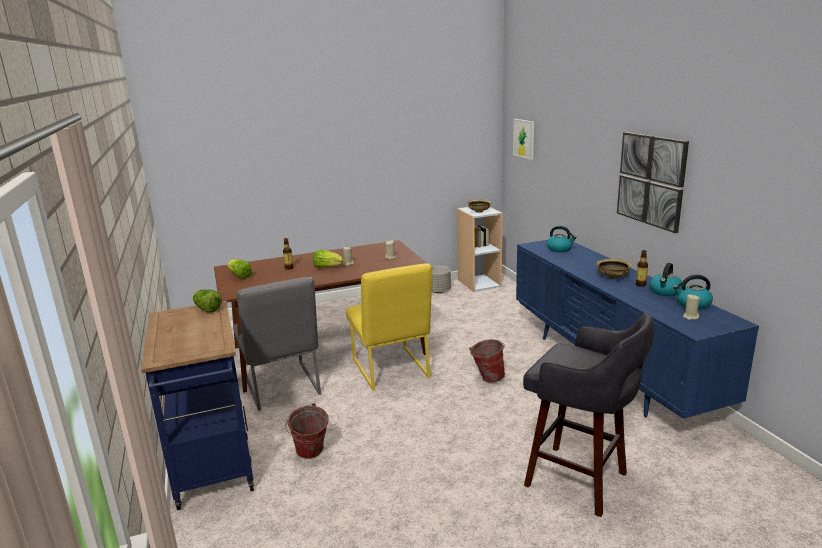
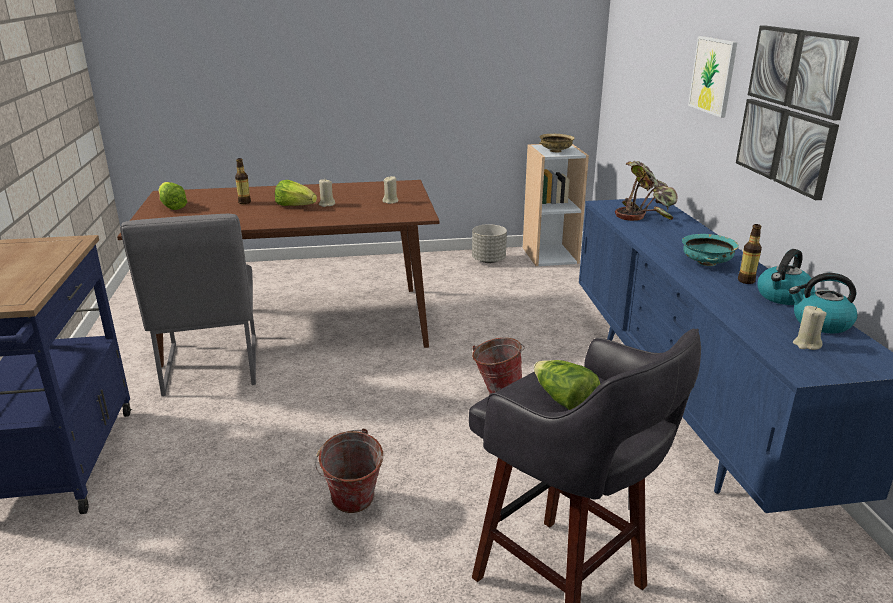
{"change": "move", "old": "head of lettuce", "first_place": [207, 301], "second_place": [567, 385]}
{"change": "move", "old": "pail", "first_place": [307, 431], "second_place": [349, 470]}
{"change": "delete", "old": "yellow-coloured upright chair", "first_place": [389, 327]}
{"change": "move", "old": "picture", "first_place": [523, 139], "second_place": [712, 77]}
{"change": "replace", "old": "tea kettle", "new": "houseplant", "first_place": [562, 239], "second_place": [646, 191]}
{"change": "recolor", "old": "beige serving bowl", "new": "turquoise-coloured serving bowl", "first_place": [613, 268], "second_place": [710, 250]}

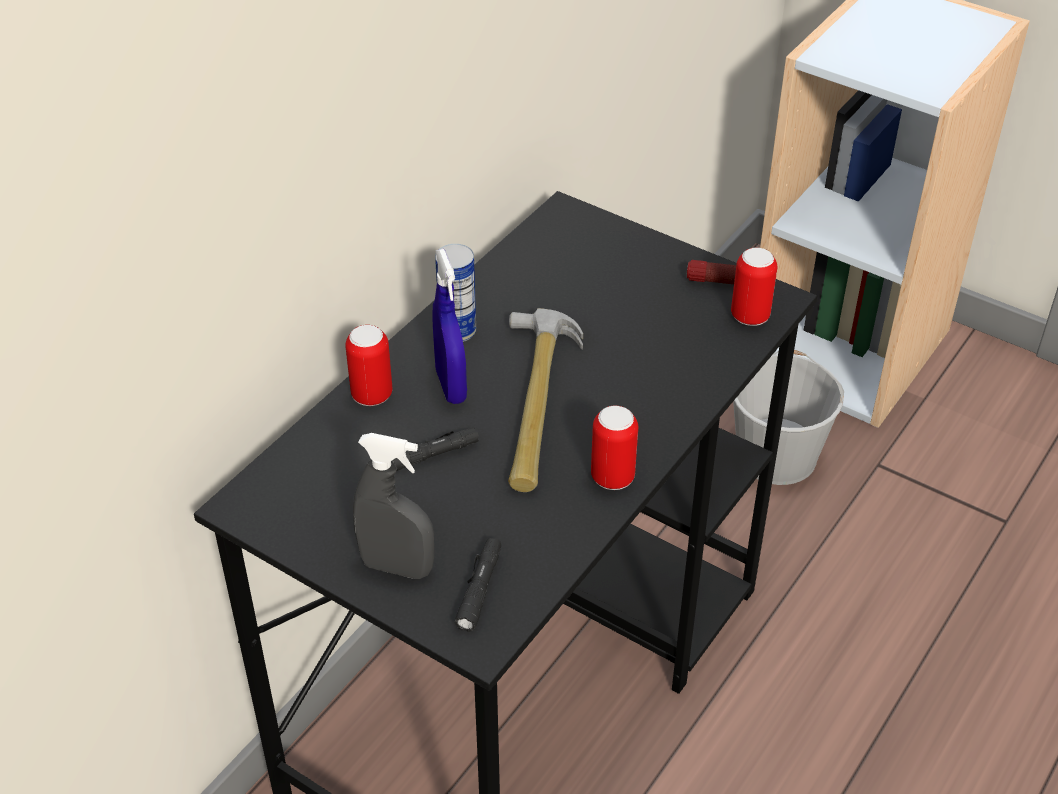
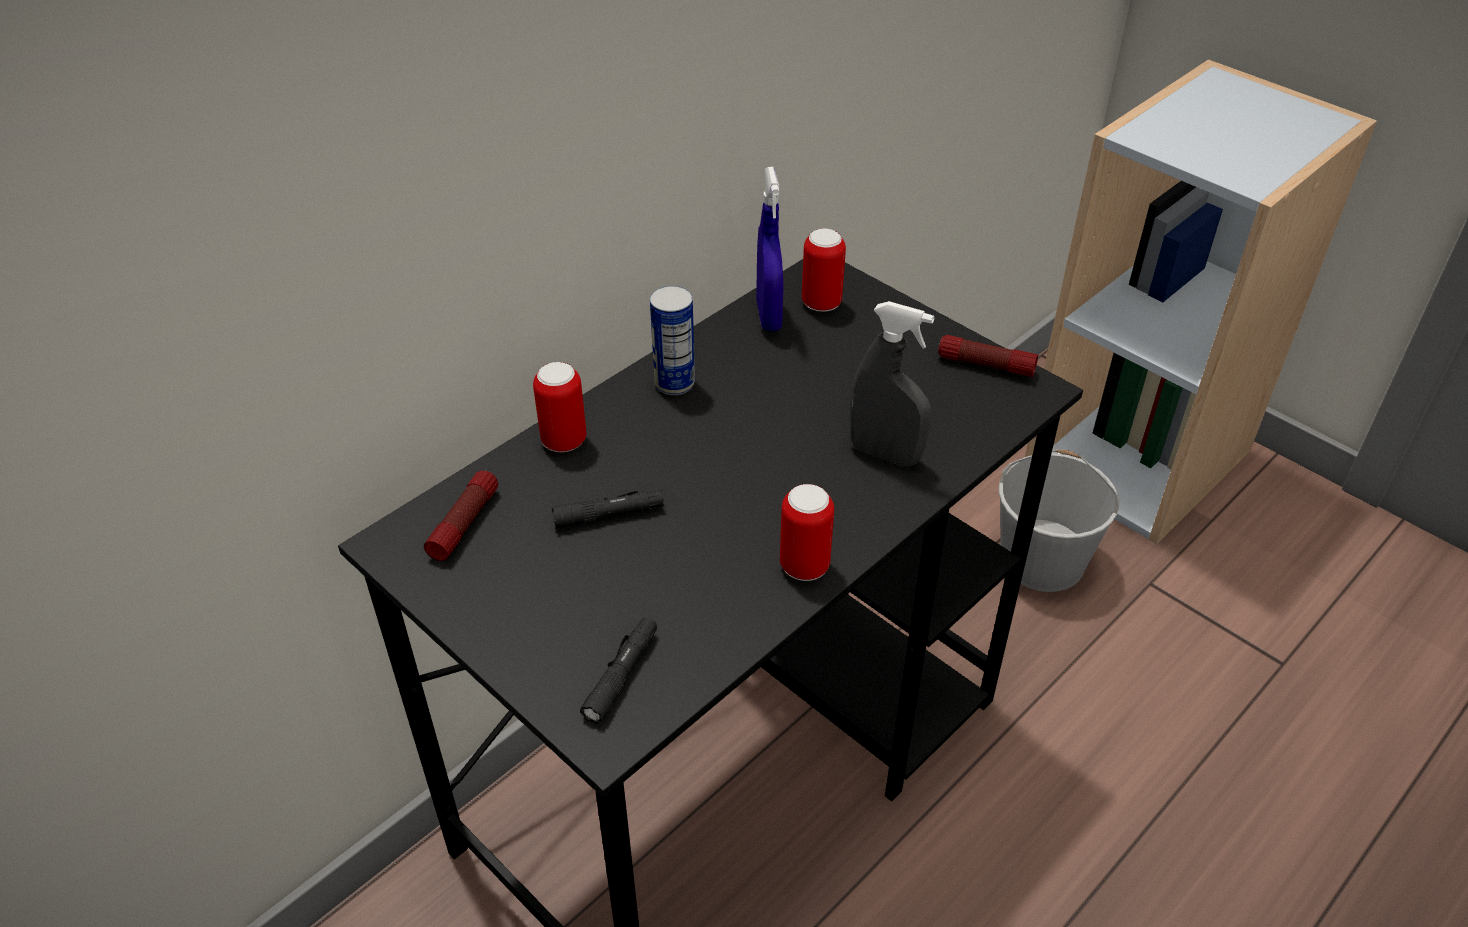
{"change": "move", "old": "gray hand sprayer", "first_place": [393, 506], "second_place": [892, 384]}
{"change": "move", "old": "bluish hand sprayer", "first_place": [449, 326], "second_place": [769, 249]}
{"change": "delete", "old": "hand hammer", "first_place": [545, 400]}
{"change": "move", "old": "sealed can", "first_place": [754, 287], "second_place": [824, 270]}
{"change": "insert", "new": "hand torch", "second_place": [461, 516]}

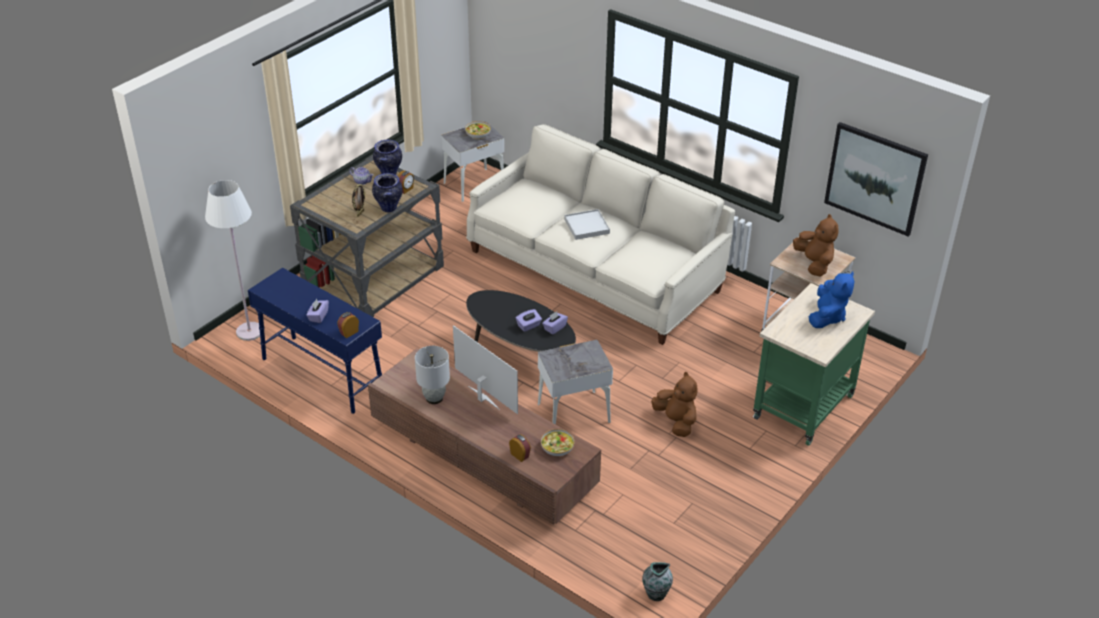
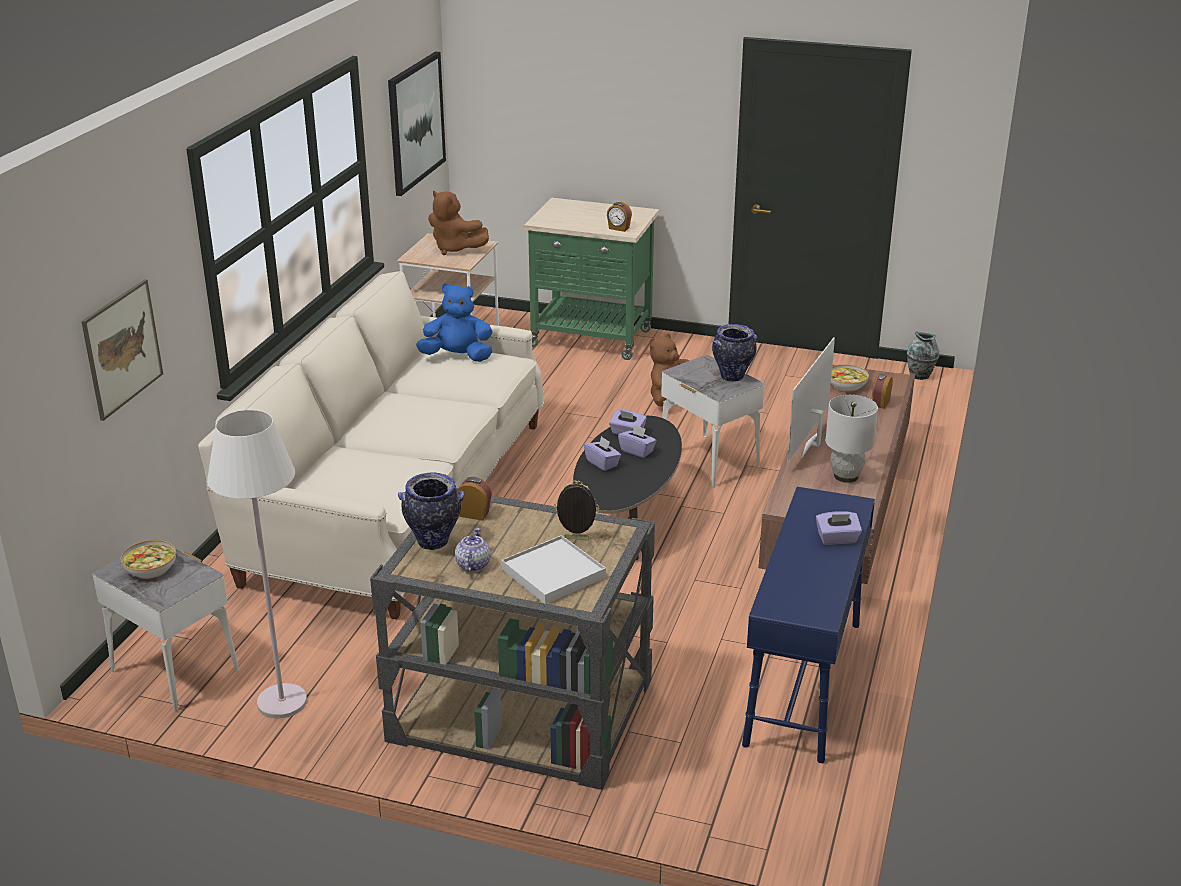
{"change": "move", "old": "white standard lamp", "first_place": [232, 260], "second_place": [257, 564]}
{"change": "move", "old": "table clock", "first_place": [348, 325], "second_place": [619, 217]}
{"change": "move", "old": "decorative vase", "first_place": [387, 192], "second_place": [734, 353]}
{"change": "move", "old": "white serving tray", "first_place": [587, 224], "second_place": [553, 569]}
{"change": "rotate", "old": "brown-coloured plush toy", "first_place": [816, 245], "second_place": [458, 223], "degrees": -105}
{"change": "move", "old": "bluish plush toy", "first_place": [831, 299], "second_place": [454, 322]}
{"change": "insert", "new": "picture", "second_place": [122, 350]}
{"change": "insert", "new": "purplish tissue holder", "second_place": [602, 453]}

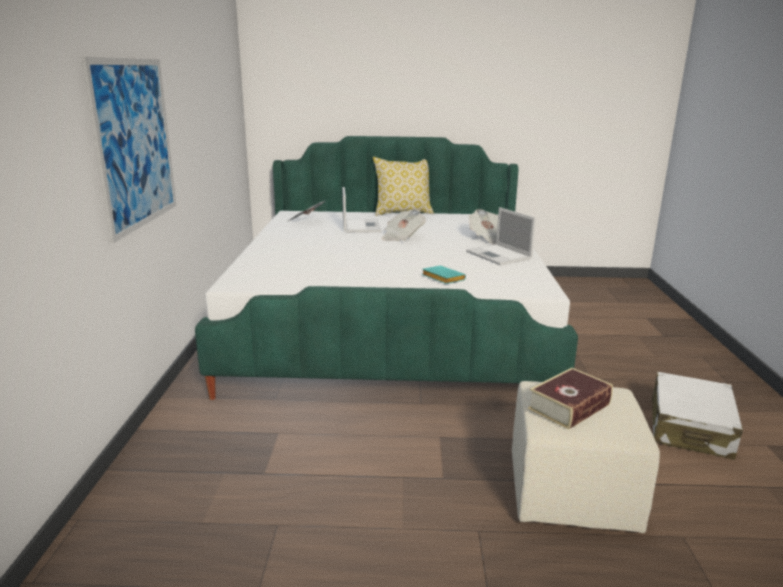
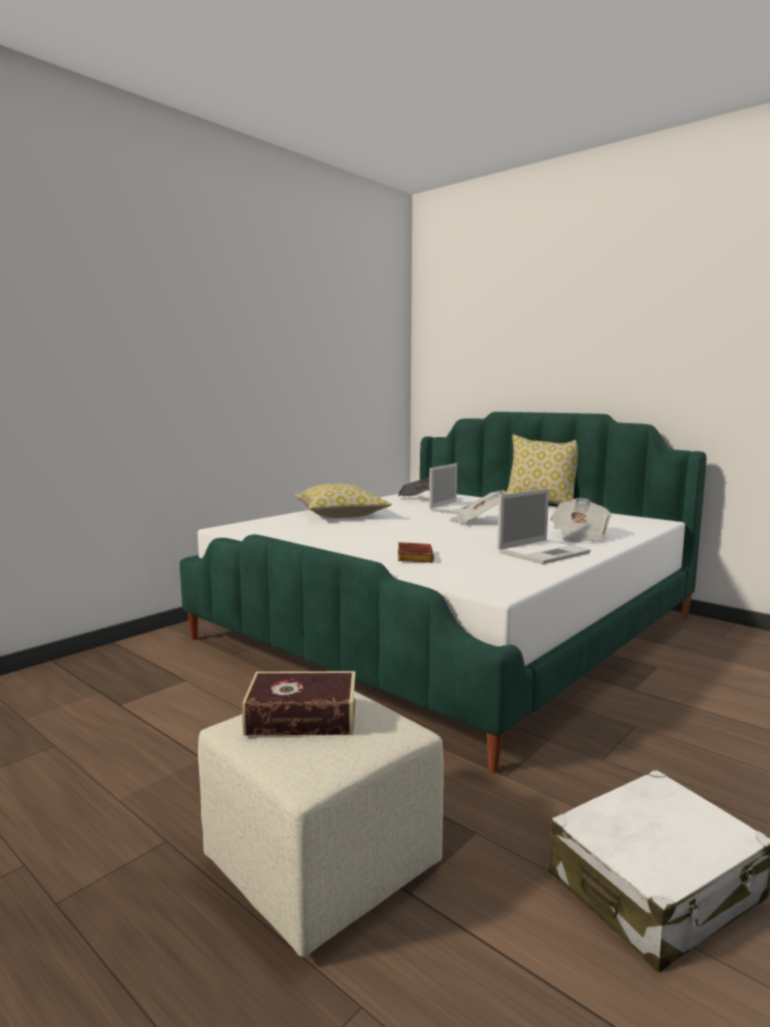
{"change": "delete", "old": "picture", "first_place": [129, 150]}
{"change": "recolor", "old": "turquoise-coloured bound book", "new": "brown-coloured bound book", "first_place": [444, 275], "second_place": [416, 552]}
{"change": "rotate", "old": "notebook computer", "first_place": [501, 236], "second_place": [544, 526], "degrees": -135}
{"change": "insert", "new": "cushion", "second_place": [343, 501]}

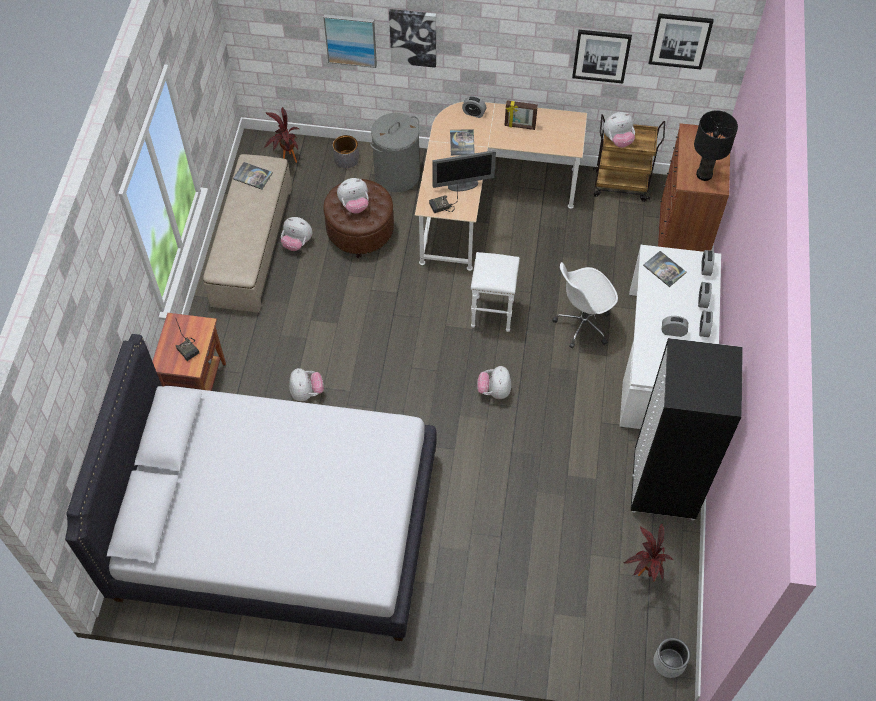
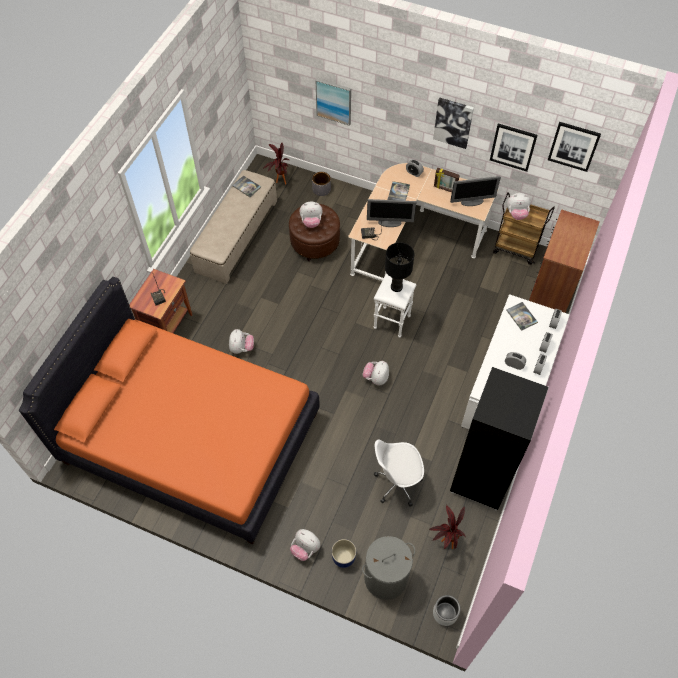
{"change": "recolor", "old": "white sleeping bed", "new": "orange-coloured sleeping bed", "first_place": [251, 487], "second_place": [169, 410]}
{"change": "move", "old": "plush toy", "first_place": [296, 234], "second_place": [305, 545]}
{"change": "move", "old": "gray washing basket", "first_place": [395, 152], "second_place": [388, 568]}
{"change": "move", "old": "picture", "first_place": [412, 38], "second_place": [453, 123]}
{"change": "move", "old": "white computer chair", "first_place": [585, 305], "second_place": [399, 473]}
{"change": "move", "old": "black-coloured table lamp", "first_place": [716, 145], "second_place": [399, 267]}
{"change": "insert", "new": "bluish flower pot", "second_place": [343, 553]}
{"change": "insert", "new": "computer screen", "second_place": [475, 191]}

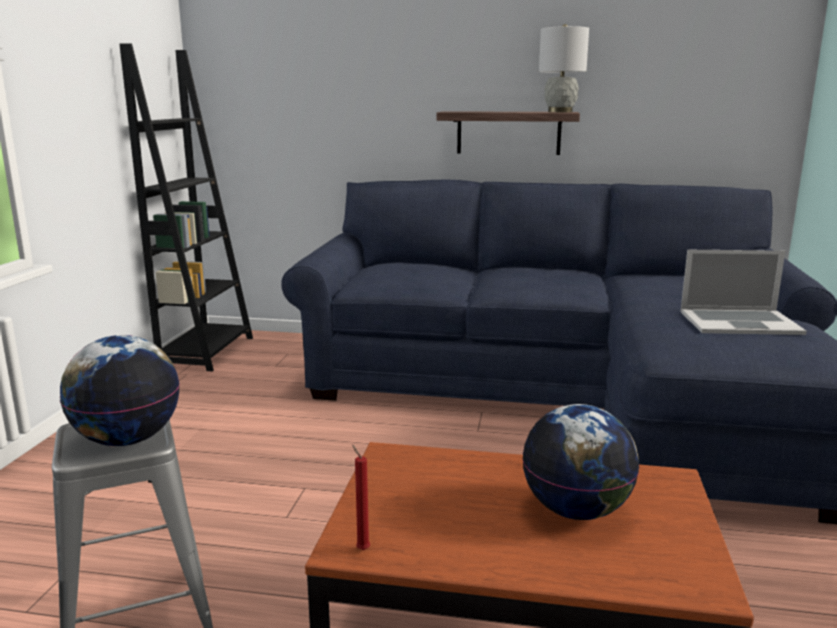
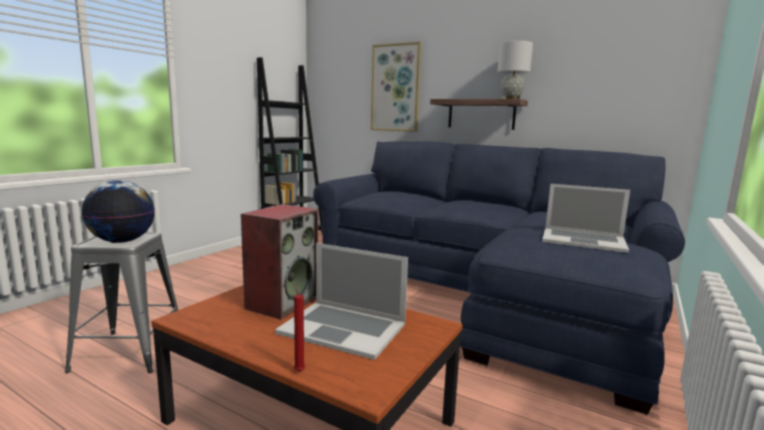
{"change": "move", "old": "red-coloured wax candle", "first_place": [361, 497], "second_place": [299, 328]}
{"change": "replace", "old": "world globe", "new": "notebook computer", "first_place": [580, 462], "second_place": [341, 301]}
{"change": "insert", "new": "loudspeaker", "second_place": [279, 262]}
{"change": "insert", "new": "picture", "second_place": [396, 87]}

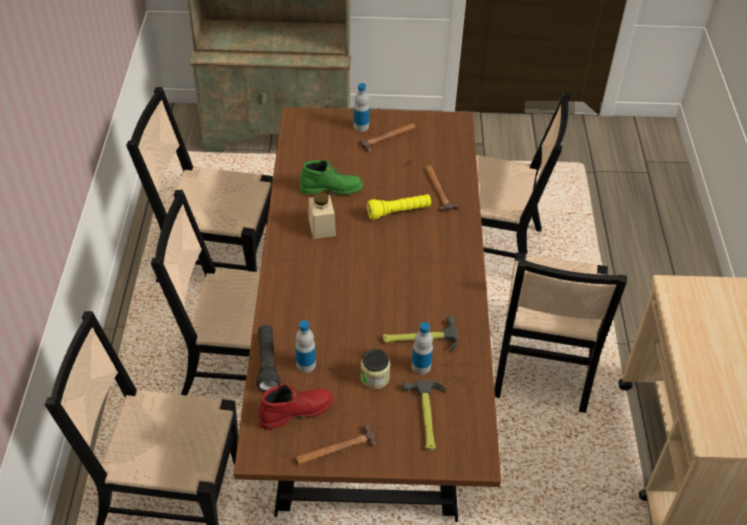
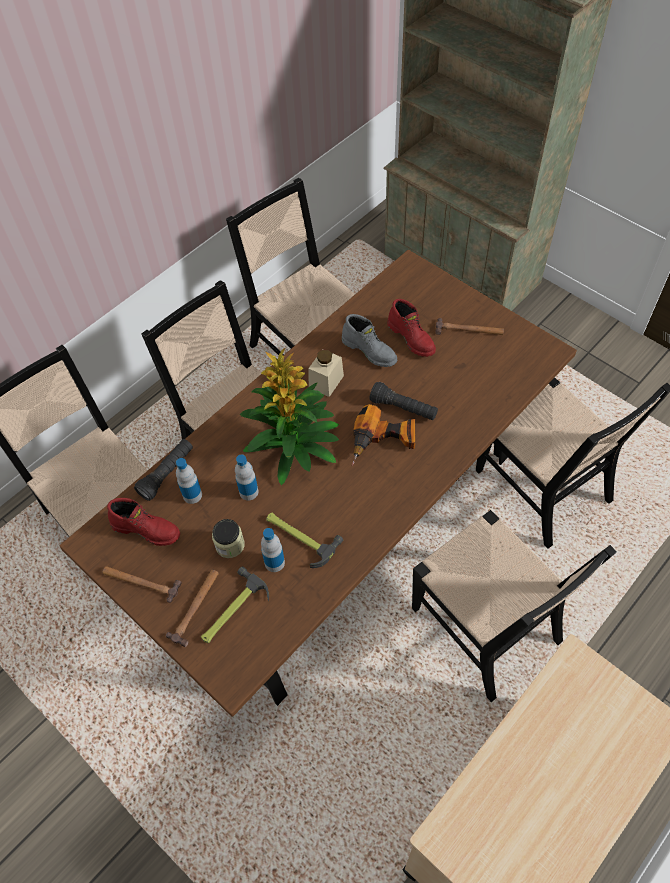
{"change": "recolor", "old": "green-coloured tall boot", "new": "gray tall boot", "first_place": [331, 177], "second_place": [369, 340]}
{"change": "move", "old": "beverage bottle", "first_place": [361, 107], "second_place": [247, 477]}
{"change": "recolor", "old": "yellow-coloured hand torch", "new": "black-coloured hand torch", "first_place": [399, 207], "second_place": [404, 401]}
{"change": "move", "old": "hand hammer", "first_place": [442, 188], "second_place": [192, 608]}
{"change": "rotate", "old": "upright chair", "first_place": [560, 332], "second_place": [514, 606], "degrees": -90}
{"change": "insert", "new": "houseplant", "second_place": [289, 416]}
{"change": "insert", "new": "power drill", "second_place": [383, 435]}
{"change": "insert", "new": "red-coloured tall boot", "second_place": [411, 328]}

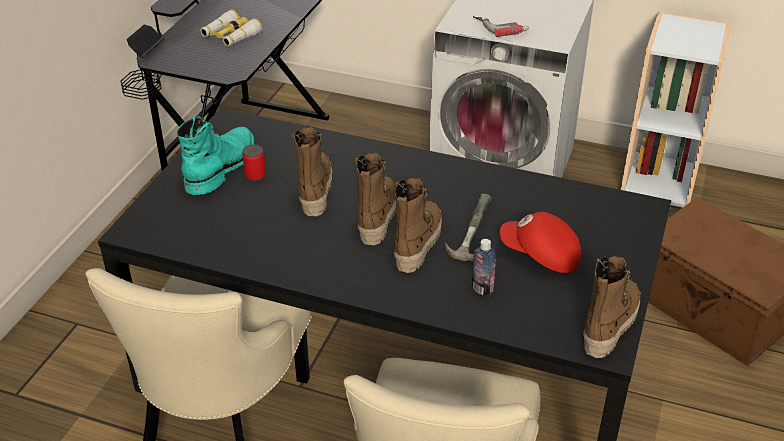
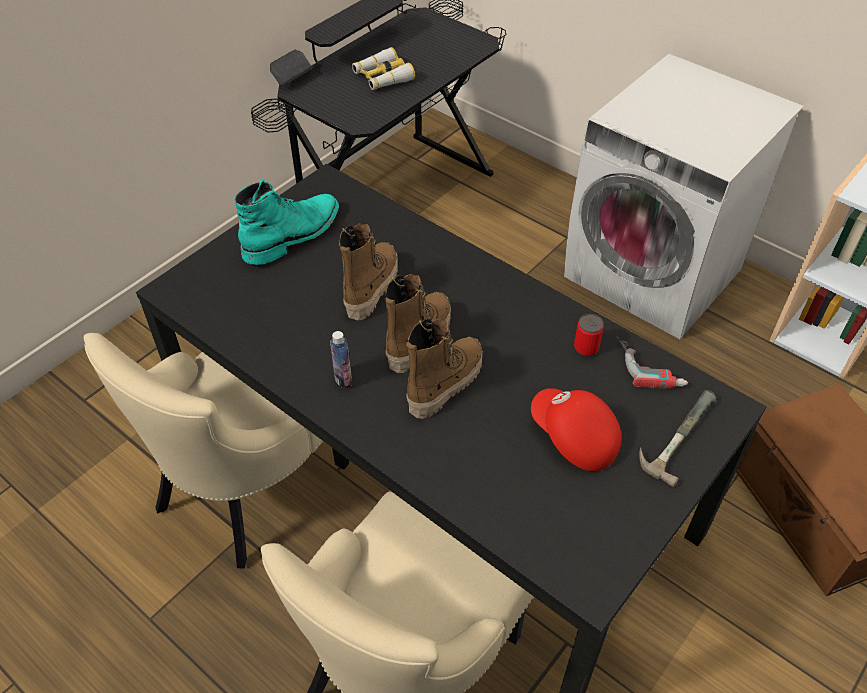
{"change": "move", "old": "sealed can", "first_place": [254, 163], "second_place": [589, 335]}
{"change": "move", "old": "hand hammer", "first_place": [468, 227], "second_place": [677, 438]}
{"change": "move", "old": "beverage bottle", "first_place": [484, 267], "second_place": [341, 360]}
{"change": "move", "old": "power drill", "first_place": [501, 26], "second_place": [652, 362]}
{"change": "delete", "old": "tall boot", "first_place": [611, 307]}

